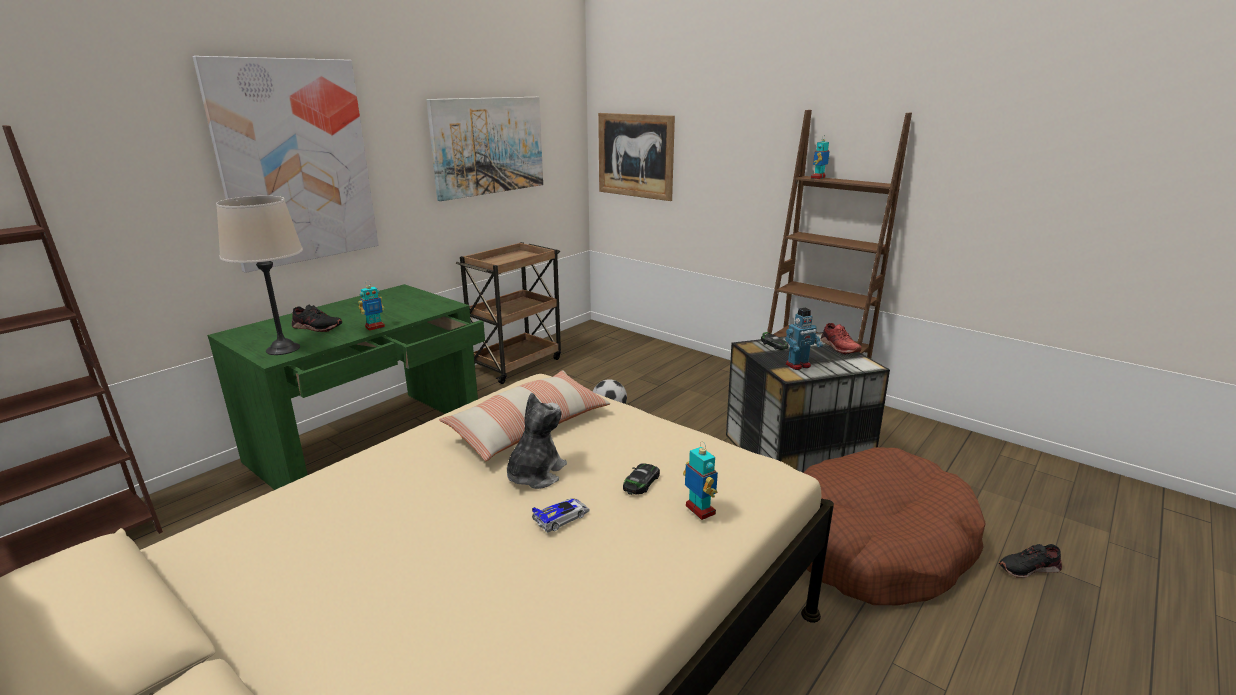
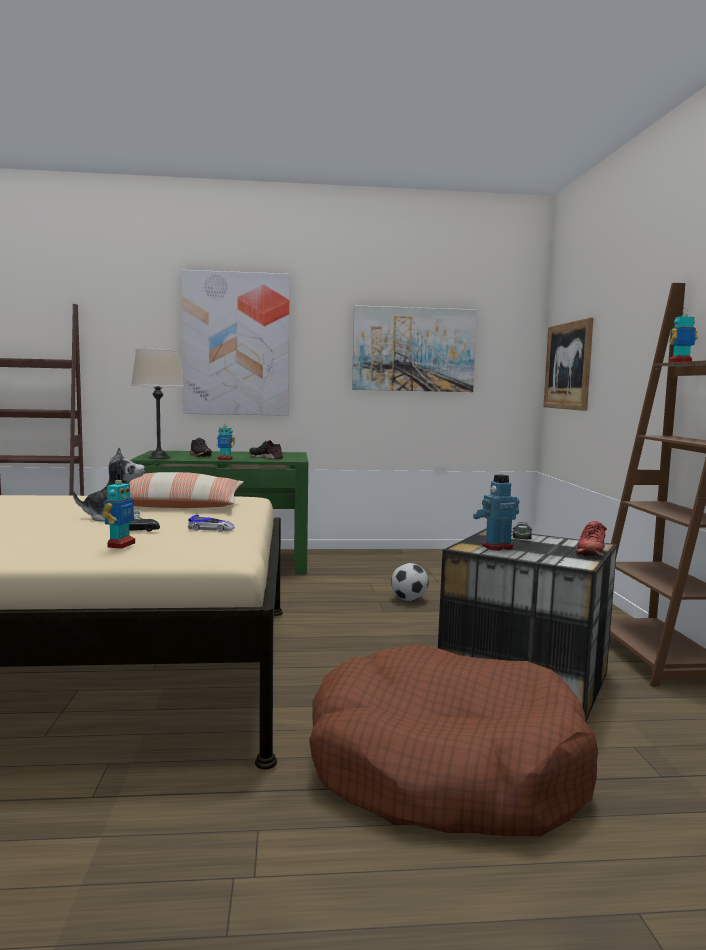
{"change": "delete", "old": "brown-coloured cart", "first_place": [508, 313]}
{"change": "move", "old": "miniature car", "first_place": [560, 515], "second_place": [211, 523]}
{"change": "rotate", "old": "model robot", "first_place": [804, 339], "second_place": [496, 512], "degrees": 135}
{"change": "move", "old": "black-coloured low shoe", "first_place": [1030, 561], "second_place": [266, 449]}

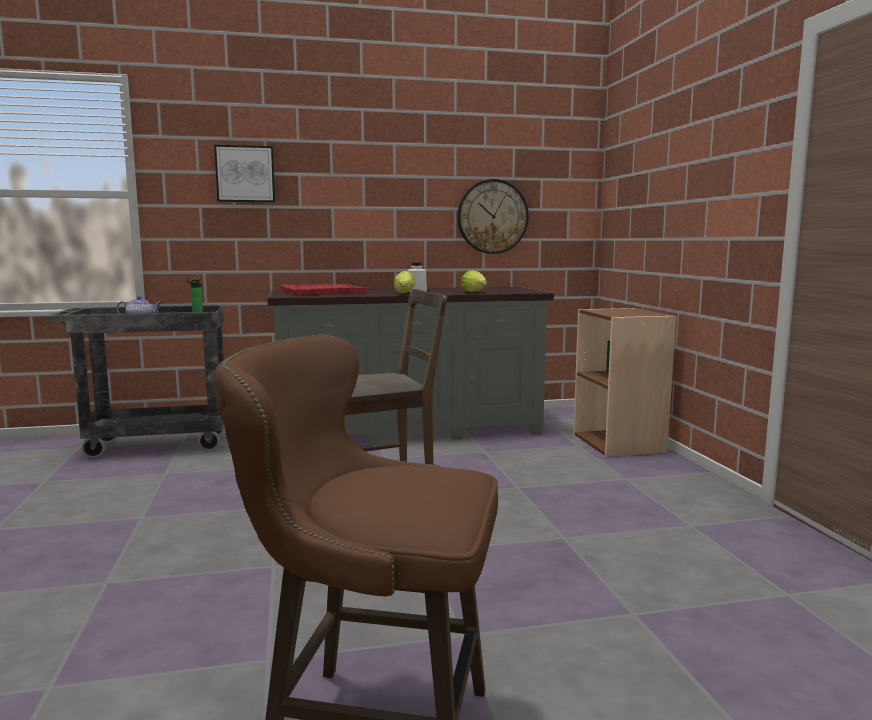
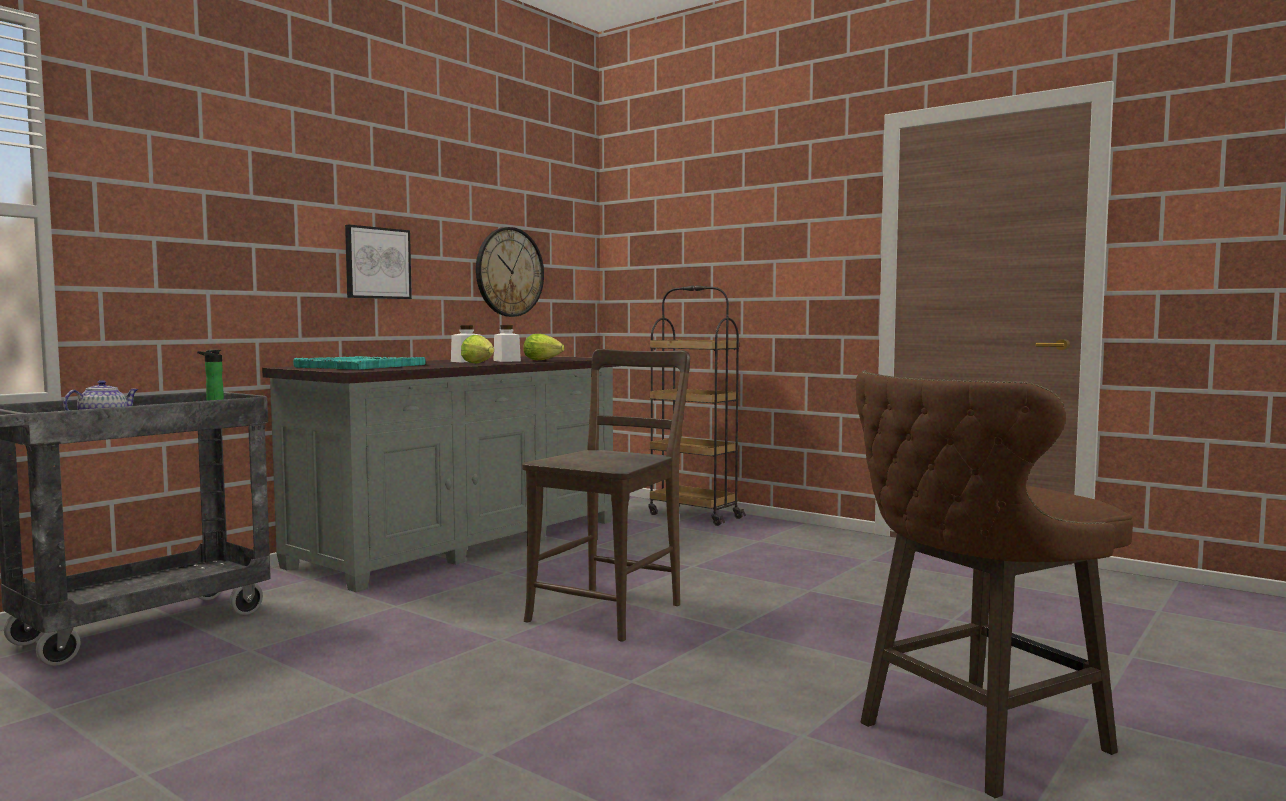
{"change": "move", "old": "picture", "first_place": [244, 173], "second_place": [378, 262]}
{"change": "recolor", "old": "red-coloured serving tray", "new": "turquoise-coloured serving tray", "first_place": [323, 289], "second_place": [359, 363]}
{"change": "replace", "old": "brown-coloured shelving unit", "new": "brown-coloured cart", "first_place": [624, 382], "second_place": [697, 405]}
{"change": "insert", "new": "white jar", "second_place": [507, 343]}

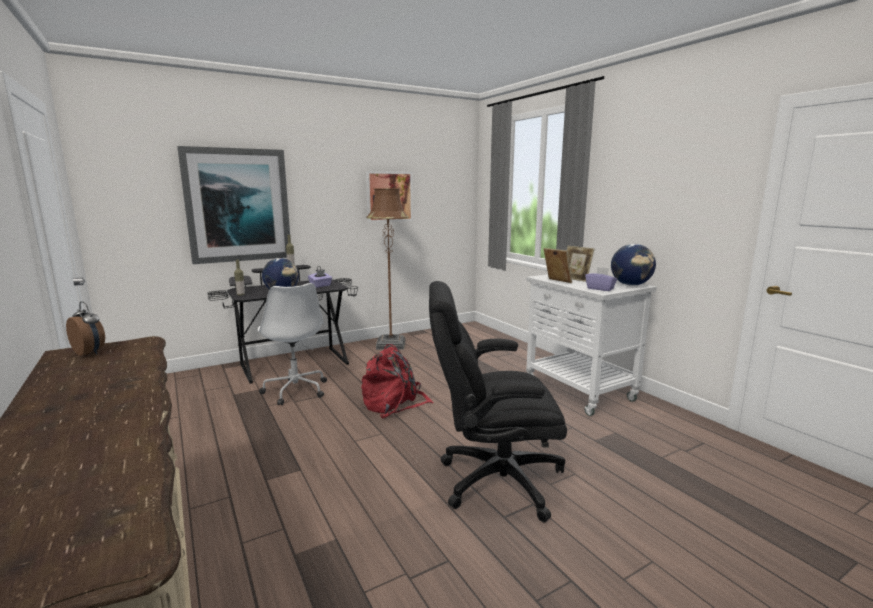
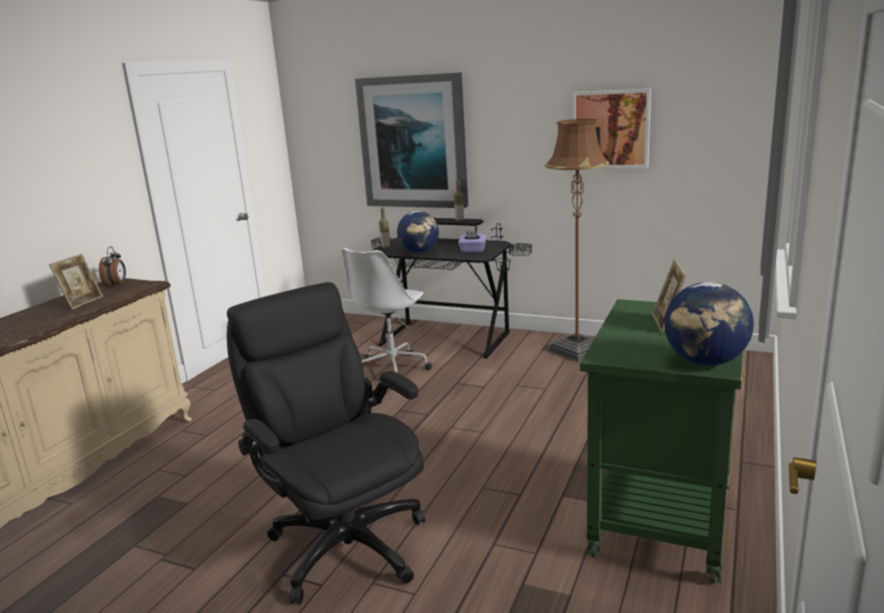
{"change": "delete", "old": "red-coloured backpack", "first_place": [397, 381]}
{"change": "recolor", "old": "white cart", "new": "green-coloured cart", "first_place": [591, 344], "second_place": [662, 441]}
{"change": "move", "old": "photo frame", "first_place": [557, 265], "second_place": [76, 282]}
{"change": "delete", "old": "purplish tissue holder", "first_place": [601, 279]}

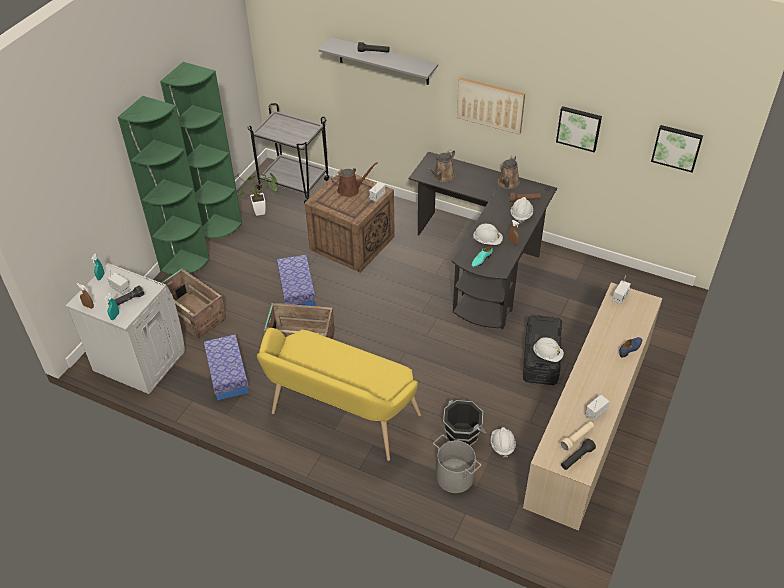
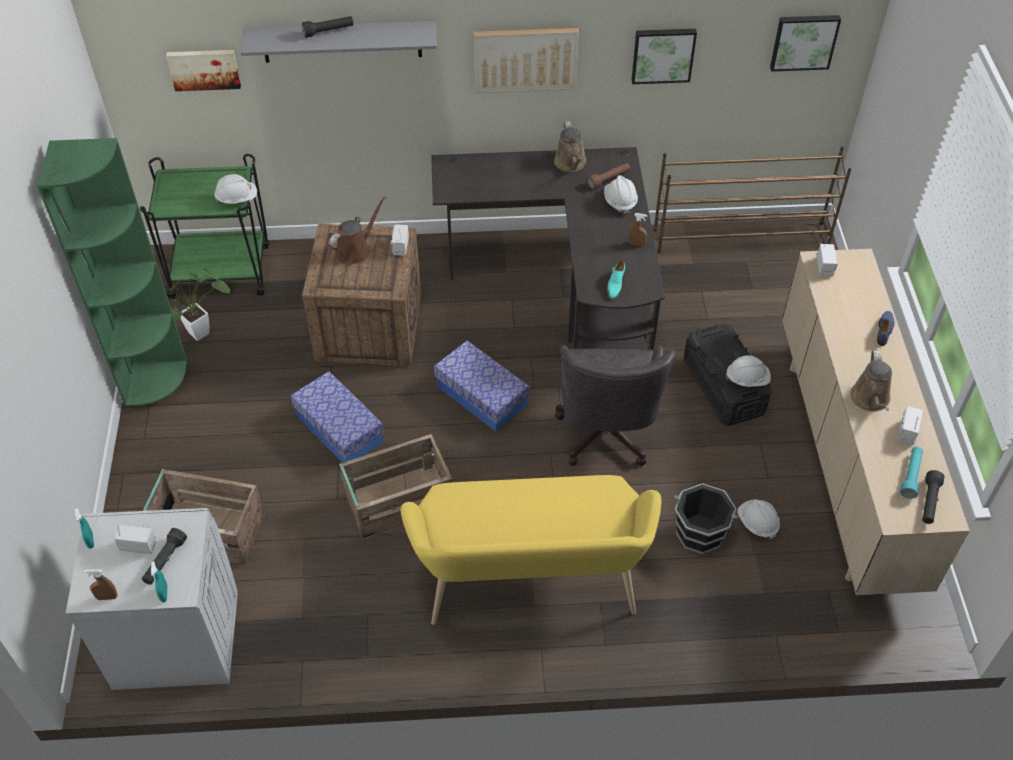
{"change": "delete", "old": "green-coloured shelving unit", "first_place": [164, 185]}
{"change": "move", "old": "storage bin", "first_place": [226, 367], "second_place": [481, 386]}
{"change": "recolor", "old": "gray cart", "new": "green-coloured cart", "first_place": [288, 153], "second_place": [204, 227]}
{"change": "move", "old": "brown-coloured watering can", "first_place": [441, 166], "second_place": [871, 380]}
{"change": "delete", "old": "gray pail", "first_place": [457, 464]}
{"change": "move", "old": "white safety helmet", "first_place": [488, 234], "second_place": [235, 189]}
{"change": "recolor", "old": "beige hand torch", "new": "turquoise-coloured hand torch", "first_place": [577, 436], "second_place": [911, 473]}
{"change": "insert", "new": "picture", "second_place": [203, 70]}
{"change": "insert", "new": "gray computer chair", "second_place": [615, 405]}
{"change": "insert", "new": "brown-coloured shoe rack", "second_place": [752, 199]}

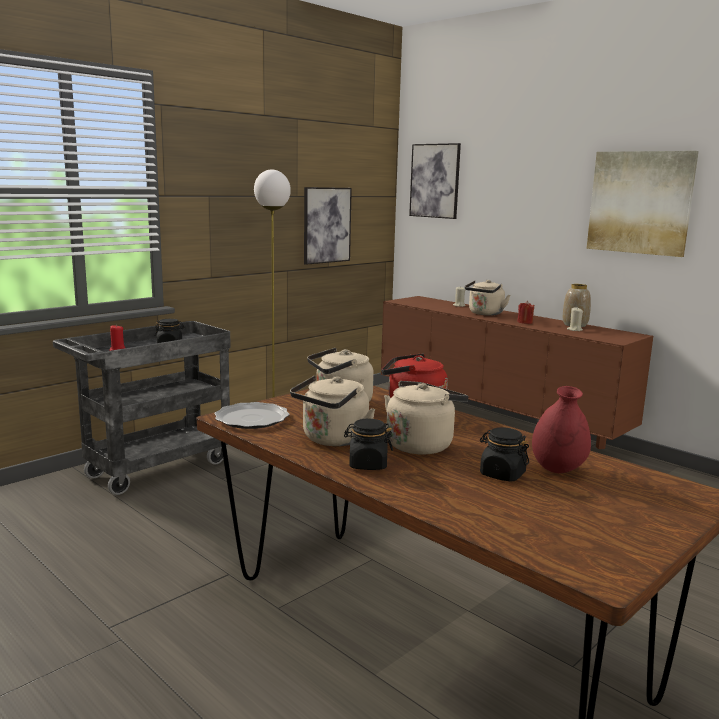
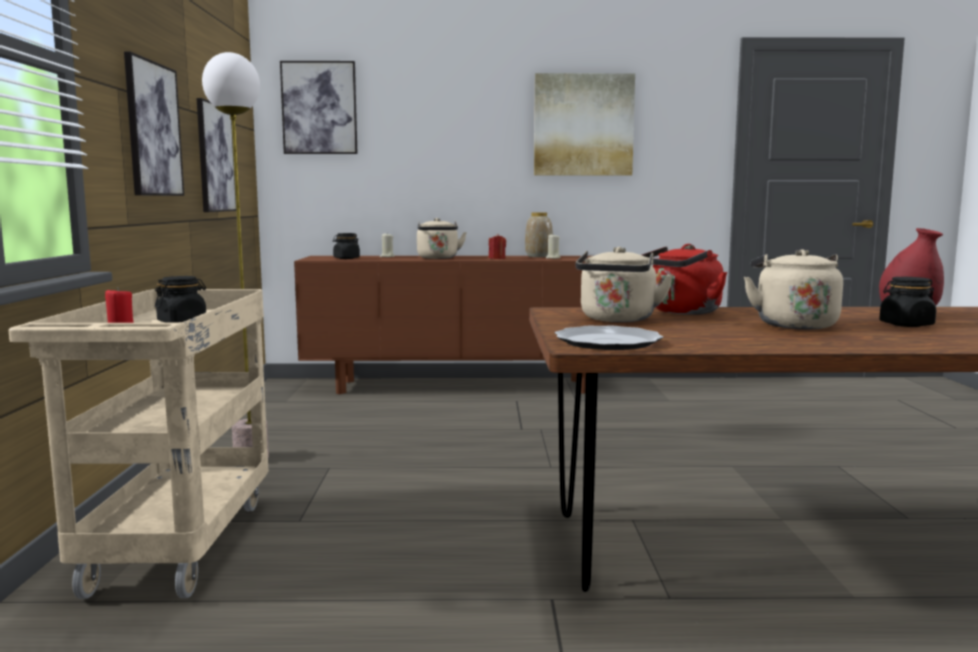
{"change": "recolor", "old": "black-coloured cart", "new": "beige cart", "first_place": [142, 408], "second_place": [139, 444]}
{"change": "delete", "old": "beige tea kettle", "first_place": [333, 411]}
{"change": "move", "old": "black-coloured jar", "first_place": [368, 444], "second_place": [346, 246]}
{"change": "insert", "new": "picture", "second_place": [154, 123]}

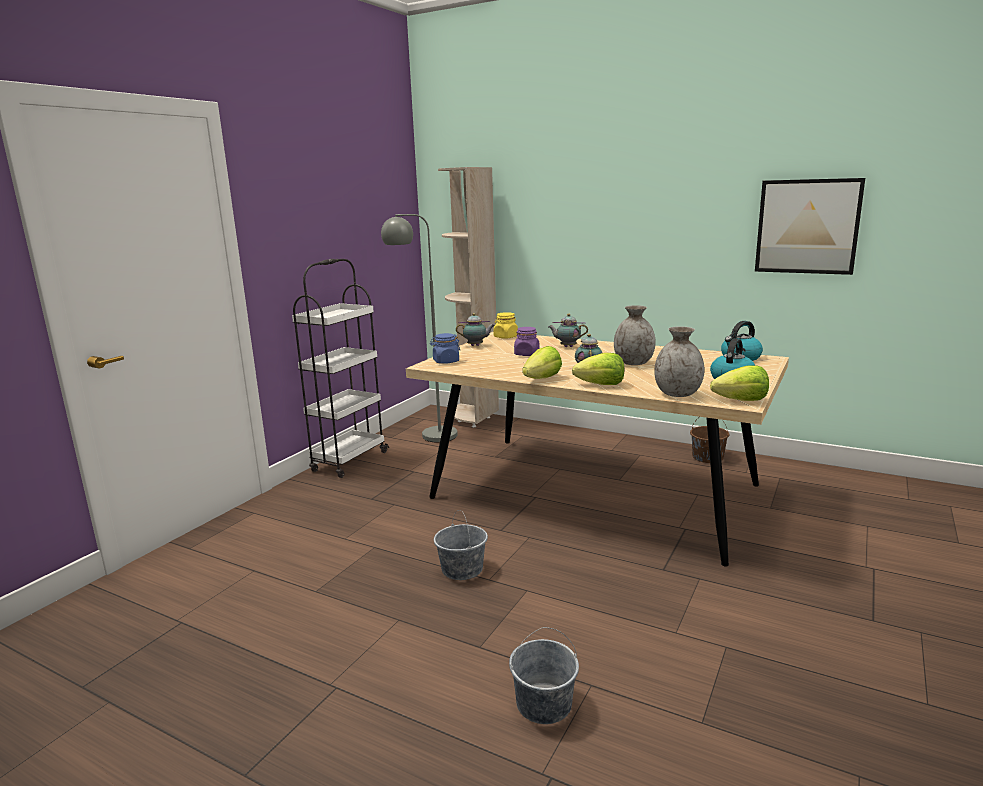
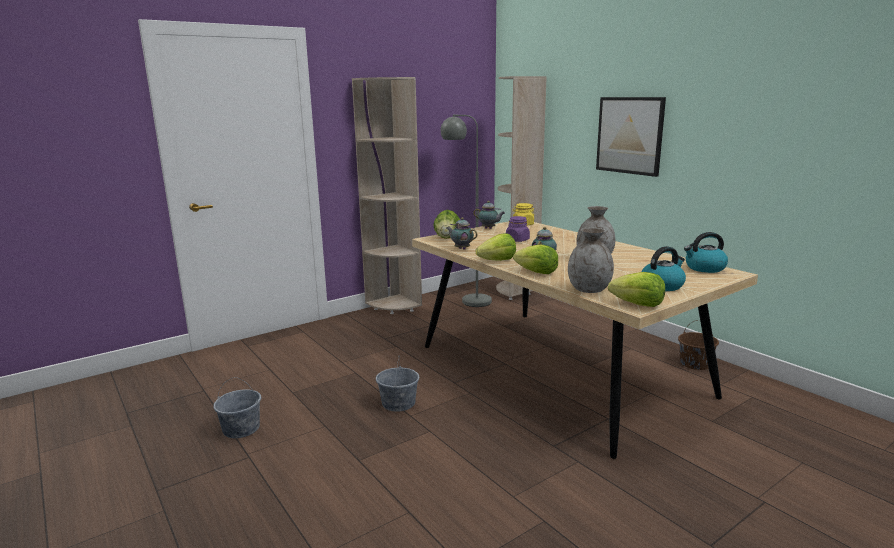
{"change": "replace", "old": "white cart", "new": "beige shelving unit", "first_place": [340, 368], "second_place": [387, 195]}
{"change": "replace", "old": "bluish jar", "new": "head of lettuce", "first_place": [445, 348], "second_place": [446, 224]}
{"change": "move", "old": "gray pail", "first_place": [544, 675], "second_place": [237, 407]}
{"change": "move", "old": "tea pot", "first_place": [568, 330], "second_place": [461, 233]}
{"change": "move", "old": "picture", "first_place": [810, 226], "second_place": [631, 137]}

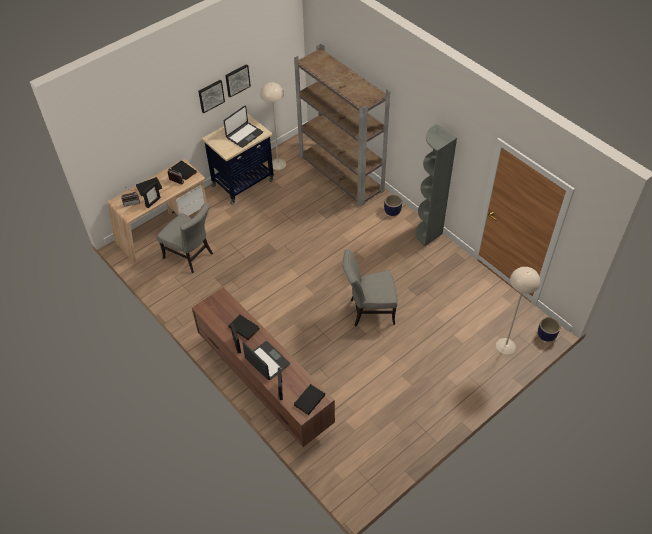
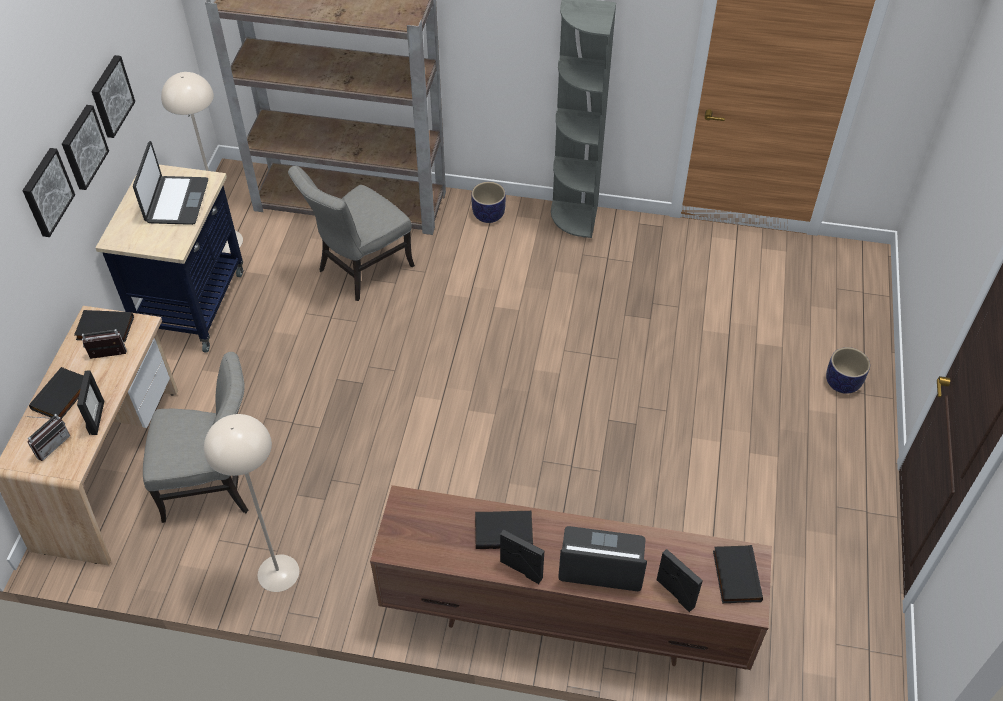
{"change": "move", "old": "gray upright chair", "first_place": [370, 287], "second_place": [351, 233]}
{"change": "move", "old": "beige standard lamp", "first_place": [518, 311], "second_place": [251, 503]}
{"change": "move", "old": "flower pot", "first_place": [549, 329], "second_place": [848, 370]}
{"change": "insert", "new": "picture", "second_place": [48, 192]}

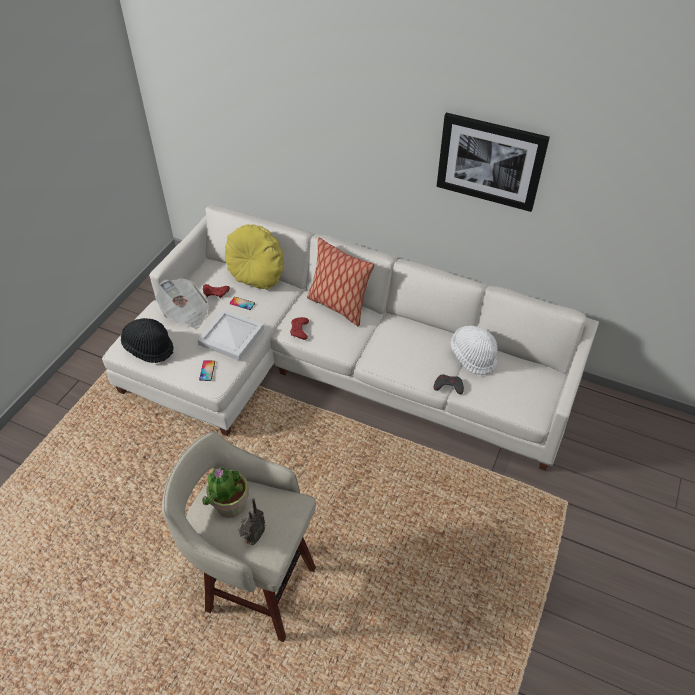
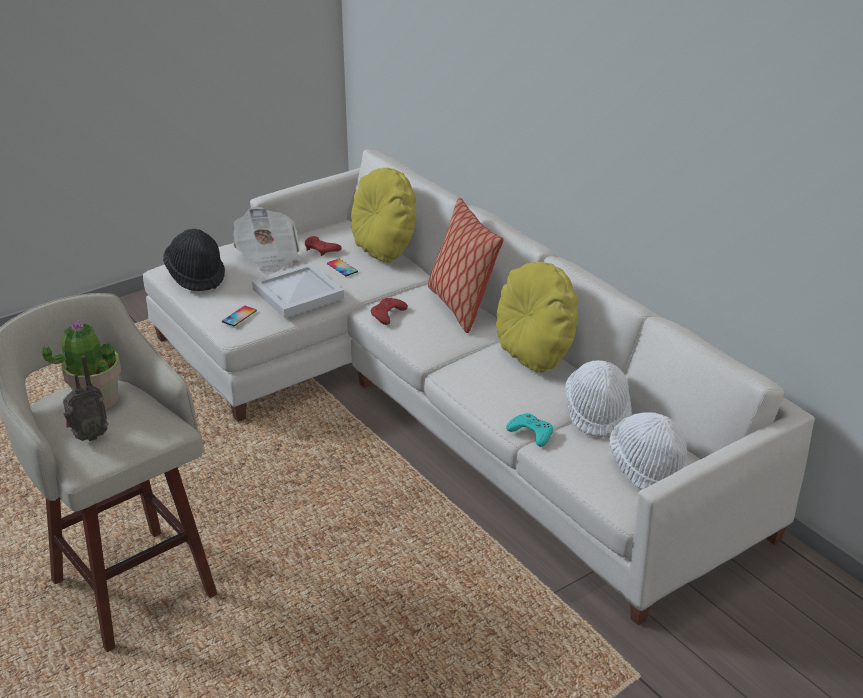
{"change": "recolor", "old": "gray gamepad", "new": "turquoise-coloured gamepad", "first_place": [449, 384], "second_place": [529, 430]}
{"change": "delete", "old": "picture", "first_place": [493, 162]}
{"change": "insert", "new": "yellow-coloured cushion", "second_place": [537, 317]}
{"change": "insert", "new": "white wearable hat", "second_place": [648, 451]}

